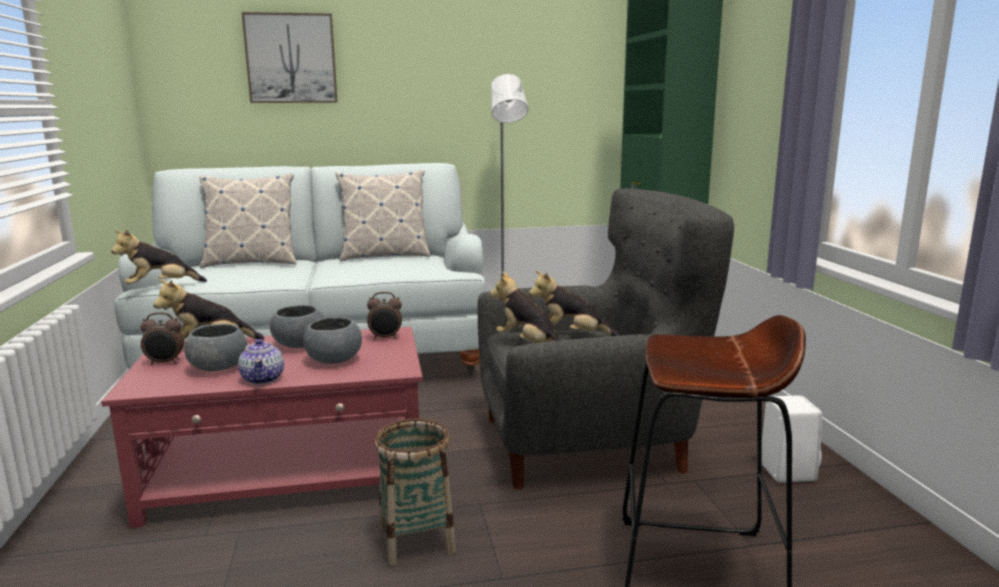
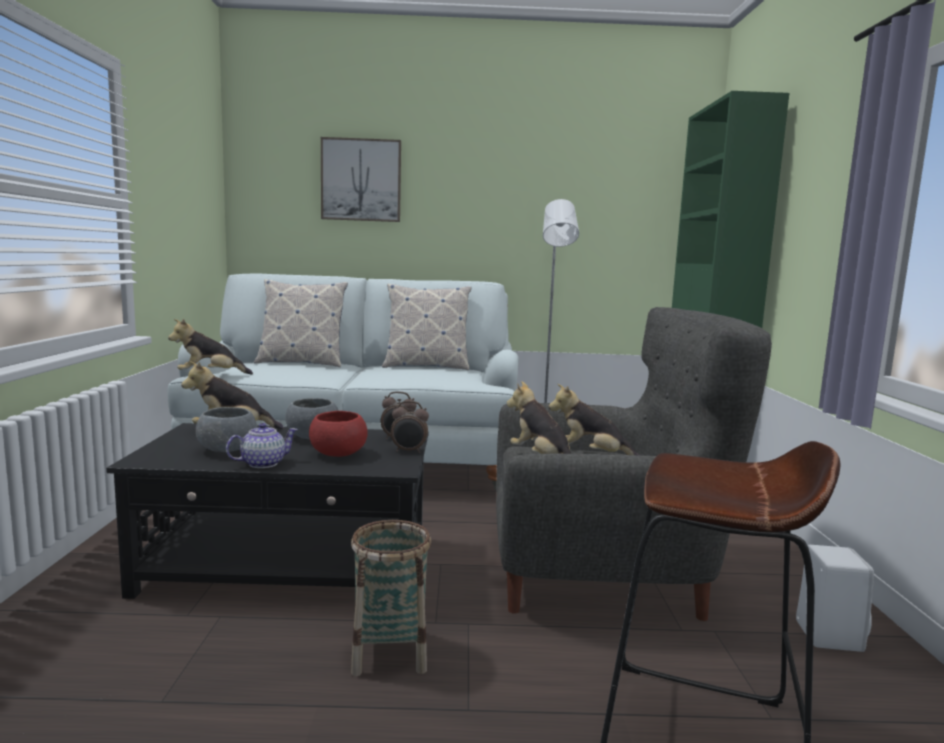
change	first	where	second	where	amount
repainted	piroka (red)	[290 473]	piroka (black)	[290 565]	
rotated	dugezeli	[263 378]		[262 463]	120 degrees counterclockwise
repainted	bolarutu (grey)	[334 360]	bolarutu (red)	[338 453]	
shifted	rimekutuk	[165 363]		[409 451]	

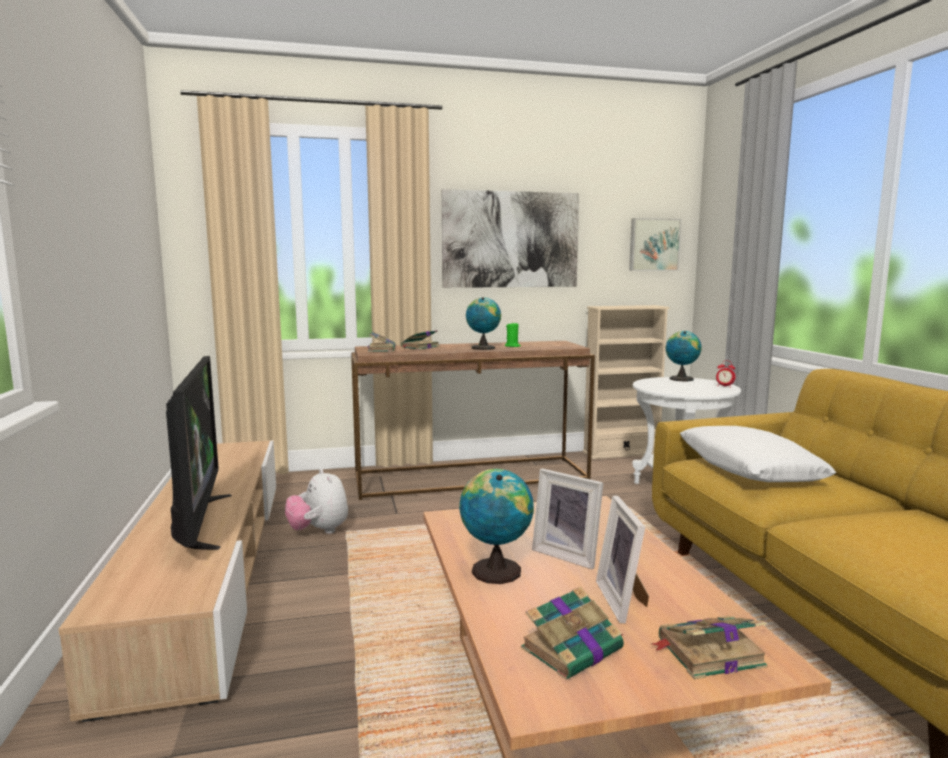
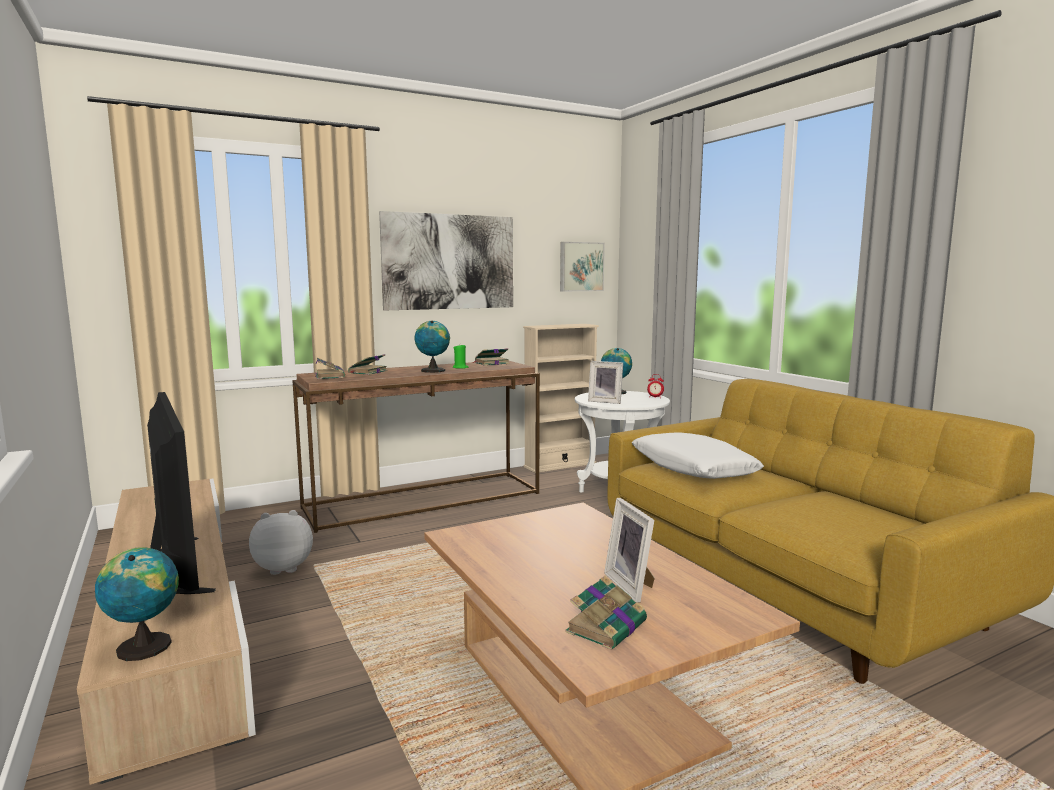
change	first	where	second	where	amount
shifted	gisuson	[495 569]		[144 645]	
rotated	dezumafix	[319 531]		[284 568]	120 degrees clockwise
shifted	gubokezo	[708 653]		[491 363]	
shifted	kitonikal	[568 554]		[605 401]	

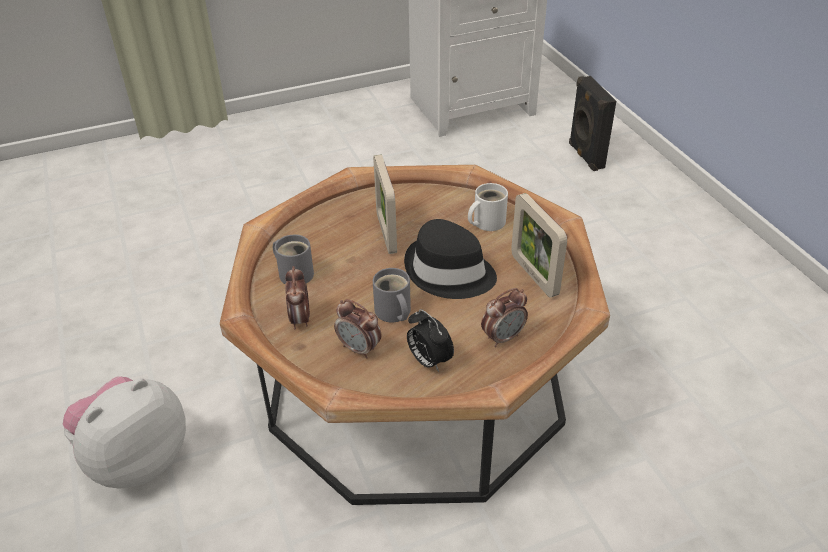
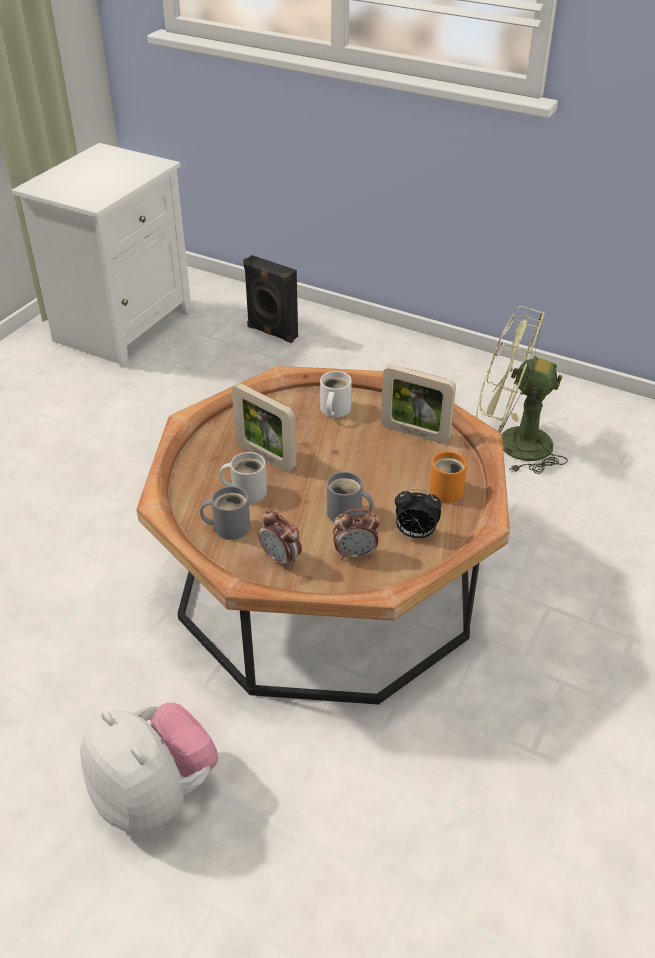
change	first	where	second	where	amount
rotated	dezumafix	[136 459]		[155 795]	135 degrees clockwise
new			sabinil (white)	[246 491]	
swapped	rimekutuk	[503 337]	sabinil (orange)	[445 489]	
new			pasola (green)	[512 444]	
gone	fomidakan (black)	[449 273]			

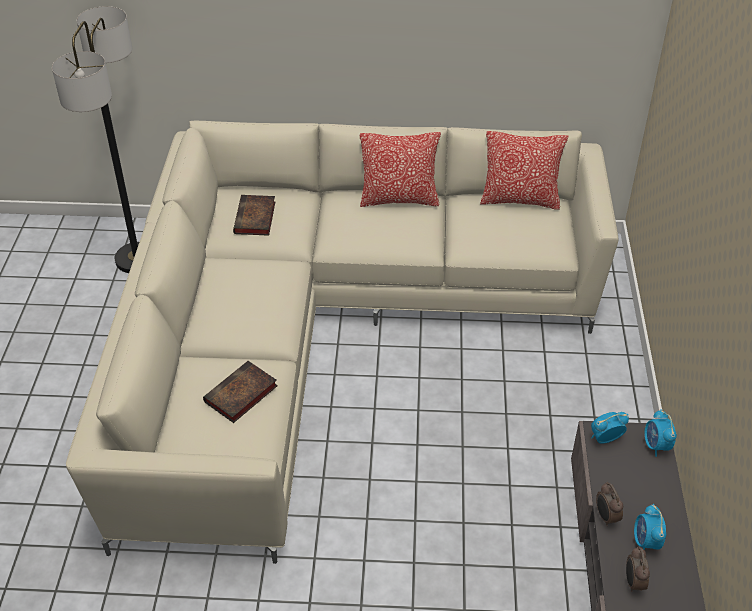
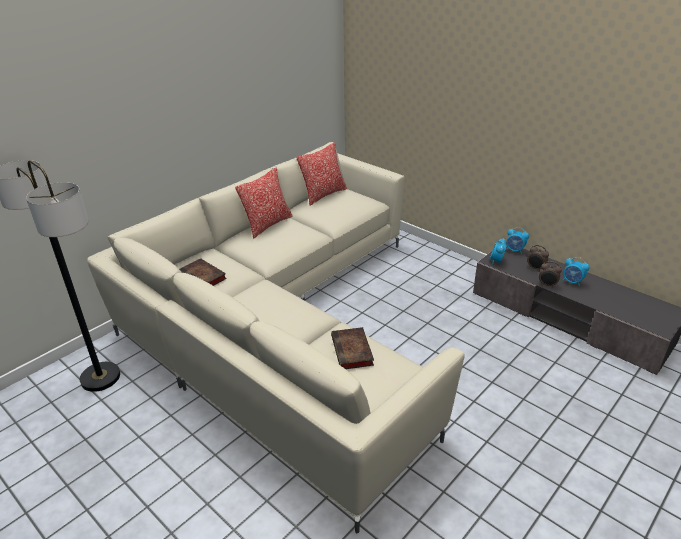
change	first	where	second	where	amount
shifted	rimekutuk	[633 582]		[535 268]	

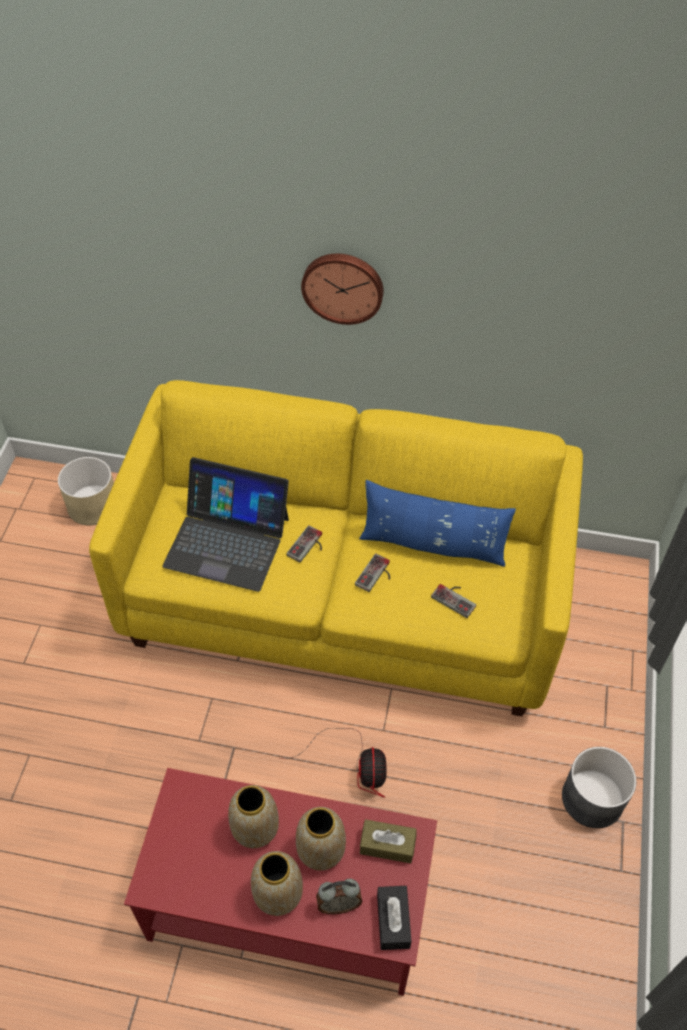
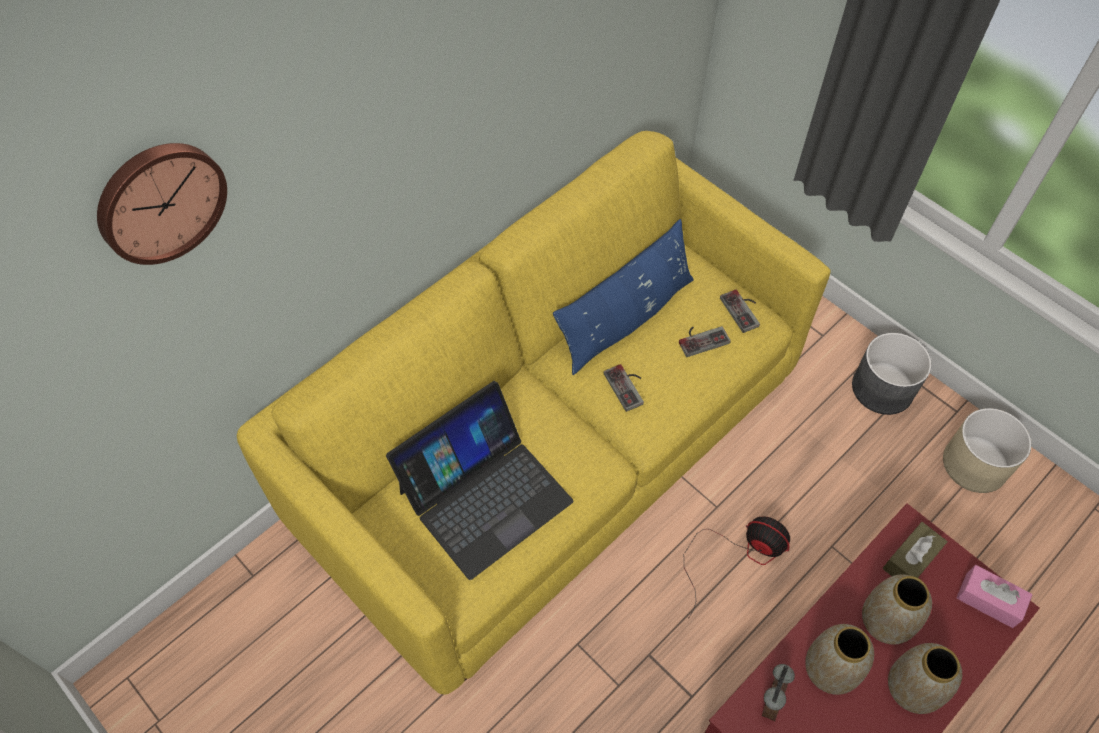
change	first	where	second	where	amount
shifted	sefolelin	[343 286]		[159 200]	
shifted	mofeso	[308 547]		[744 310]	
shifted	rimekutuk	[338 904]		[770 699]	
shifted	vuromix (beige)	[93 505]		[975 464]	
repainted	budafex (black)	[393 921]	budafex (pink)	[989 600]	

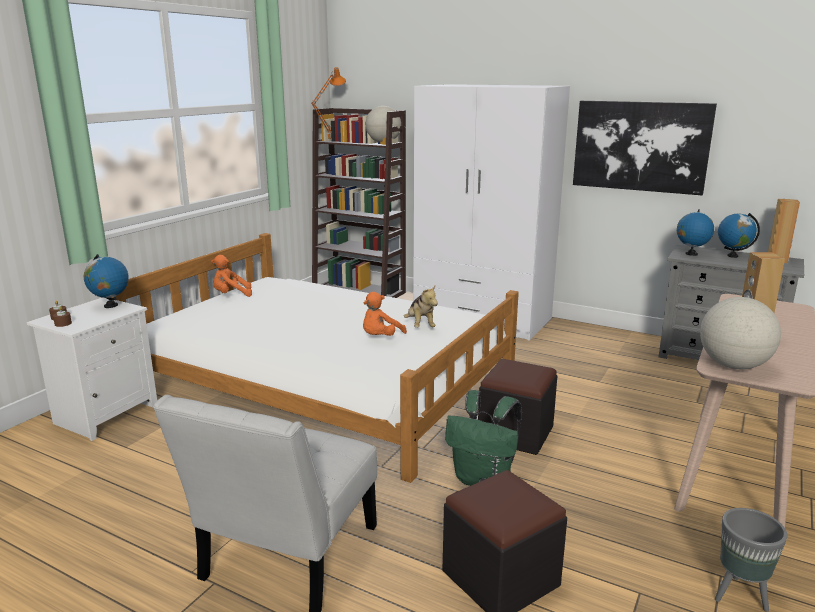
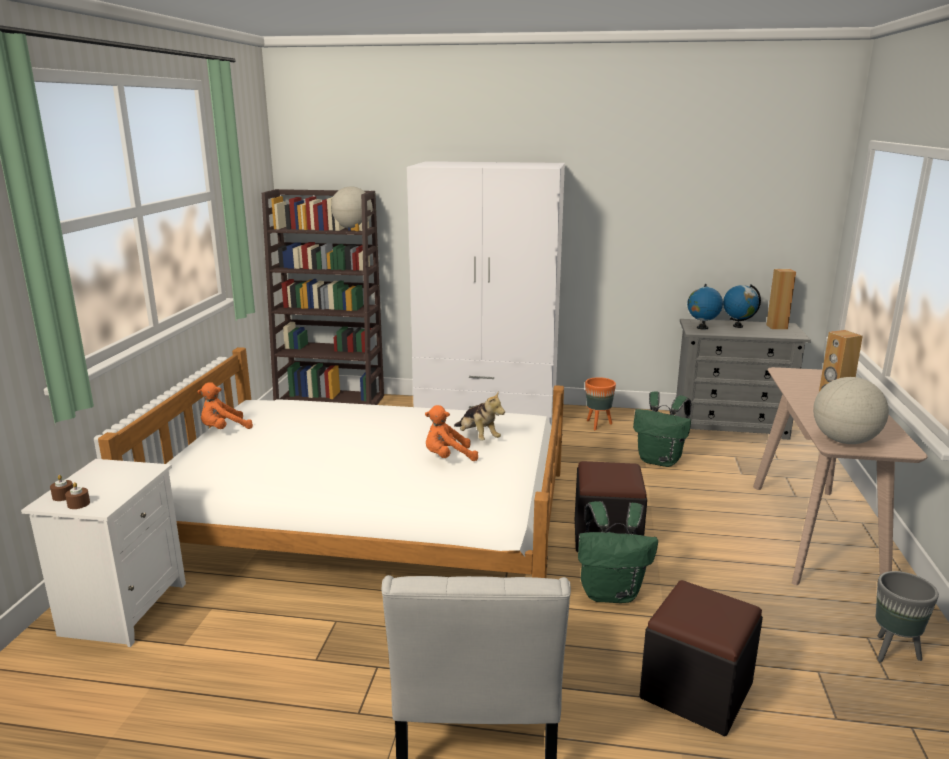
change	first	where	second	where	amount
rotated	dezumafix (orange)	[380 337]		[448 458]	60 degrees clockwise
new			vuromix (orange)	[597 425]	
new			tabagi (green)	[660 461]	
gone	gisuson	[110 306]			
gone	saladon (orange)	[328 141]			
gone	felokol	[640 146]			

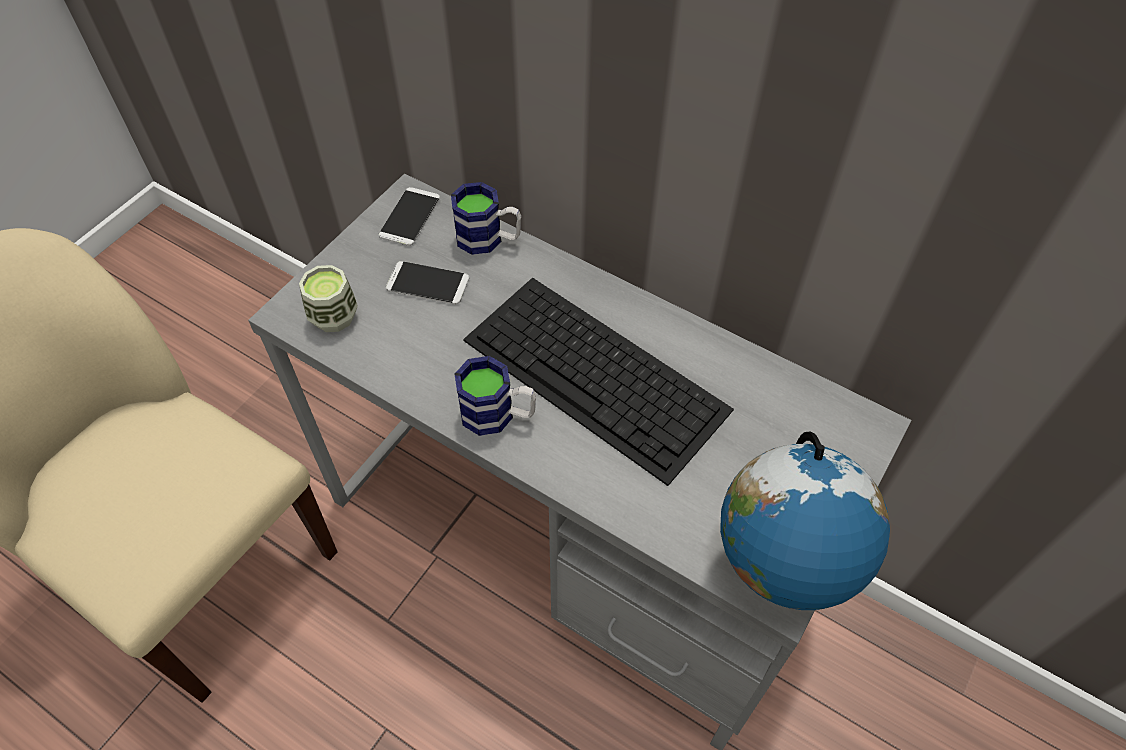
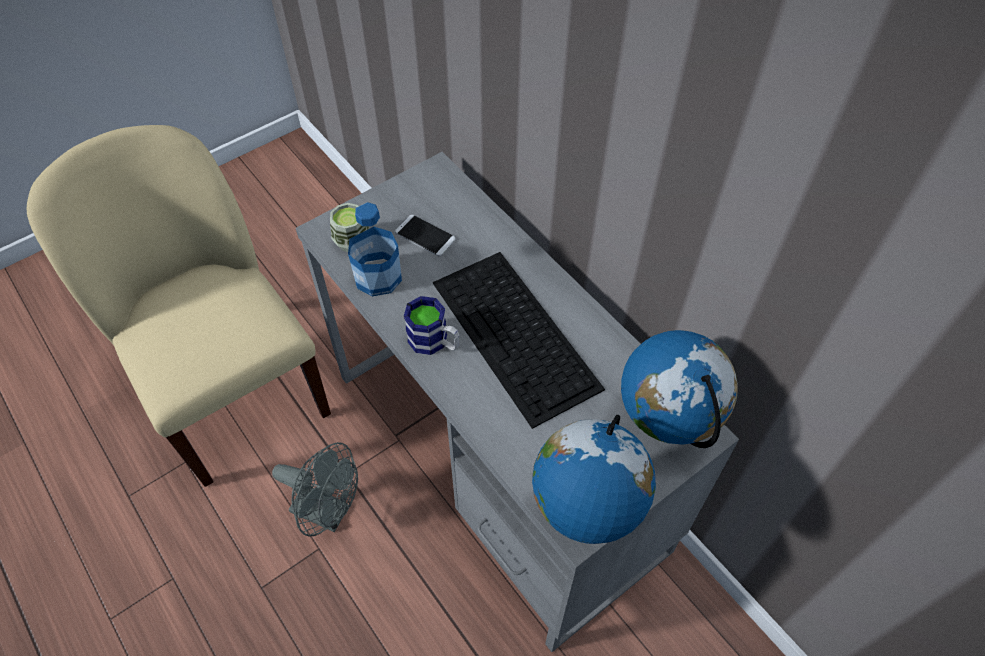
change	first	where	second	where	amount
new			pasola (grey)	[328 512]	
new			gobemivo	[378 277]	
new			gisuson	[664 426]	
gone	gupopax	[410 217]			
gone	sabinil	[489 239]			

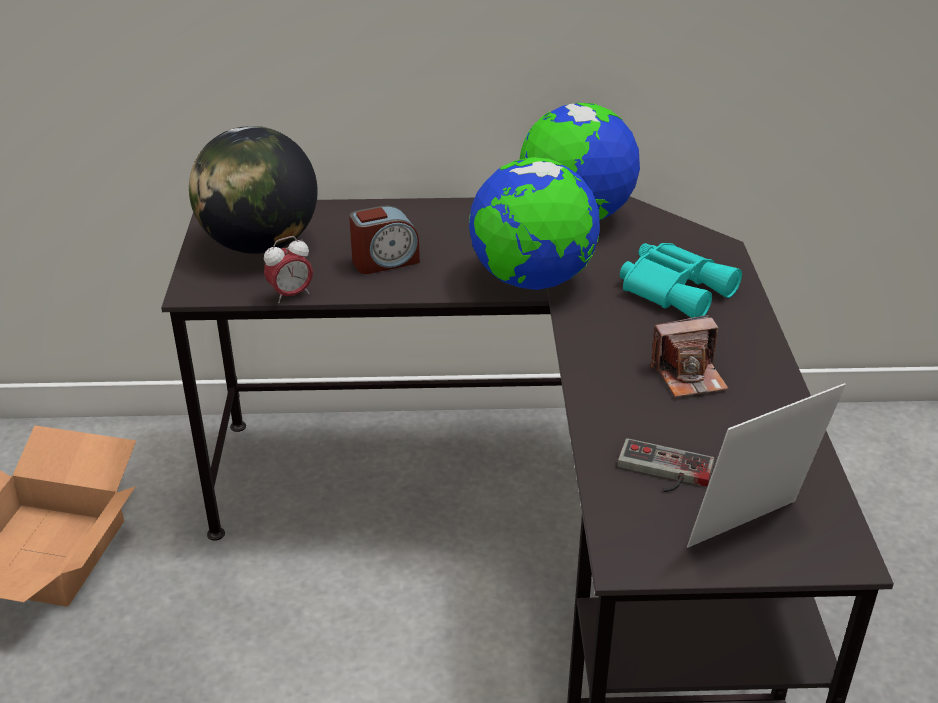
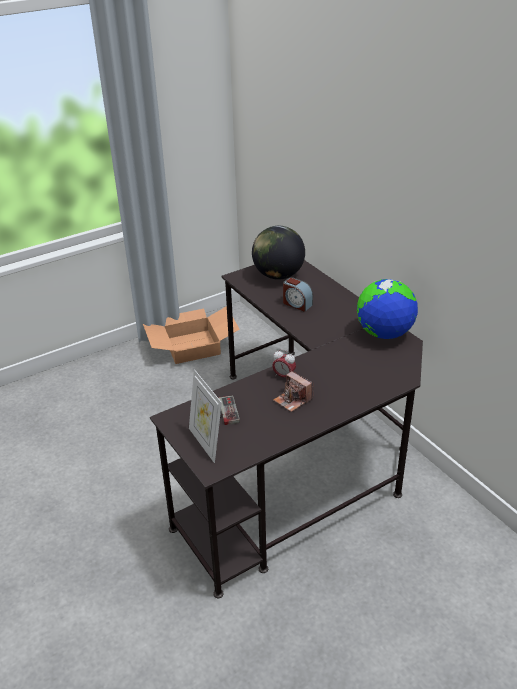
change	first	where	second	where	amount
rotated	kitonikal	[751 532]		[206 443]	150 degrees counterclockwise
shifted	rimekutuk	[291 295]		[284 376]	
gone	gisuson	[532 280]			
gone	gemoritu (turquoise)	[676 288]			

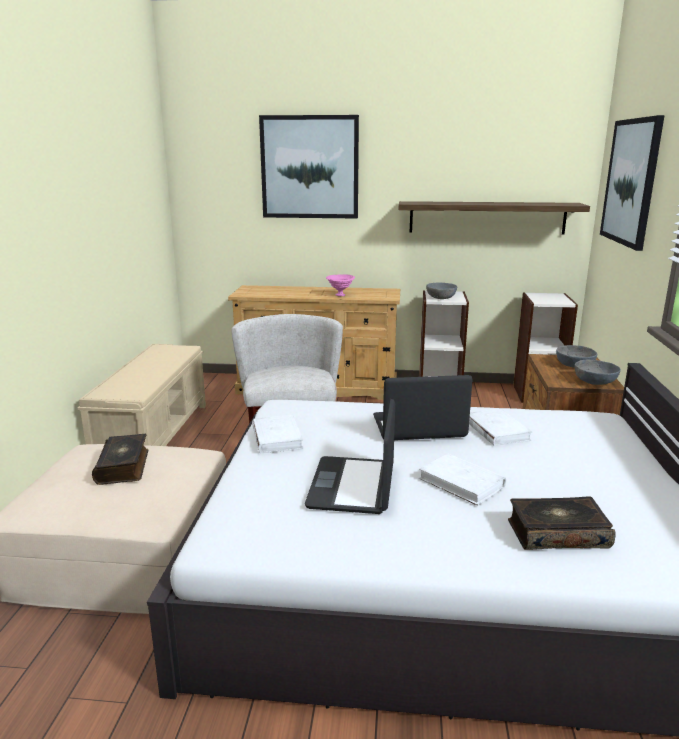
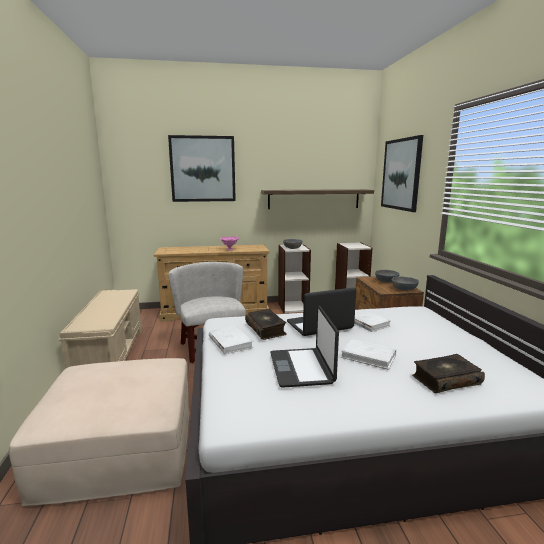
change	first	where	second	where	amount
shifted	gubokezo	[124 466]		[266 329]	

